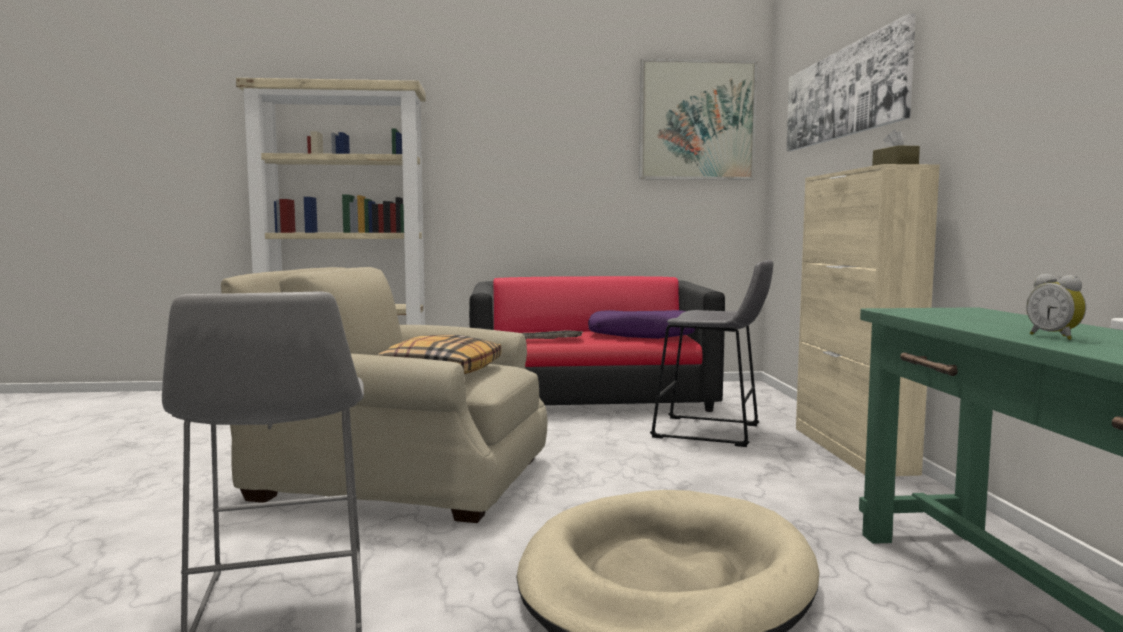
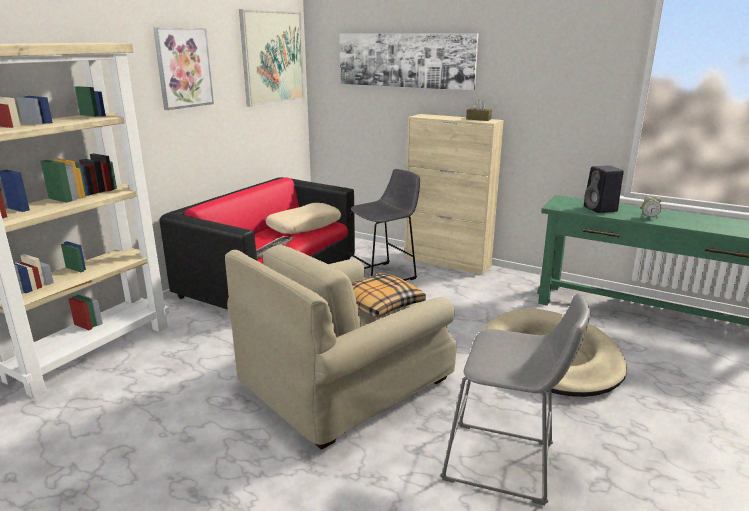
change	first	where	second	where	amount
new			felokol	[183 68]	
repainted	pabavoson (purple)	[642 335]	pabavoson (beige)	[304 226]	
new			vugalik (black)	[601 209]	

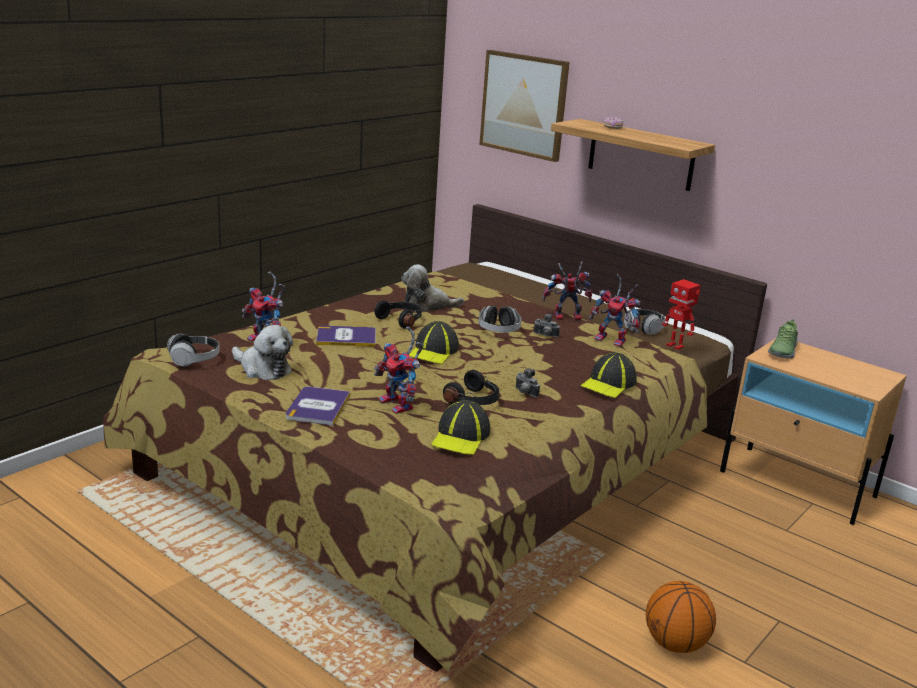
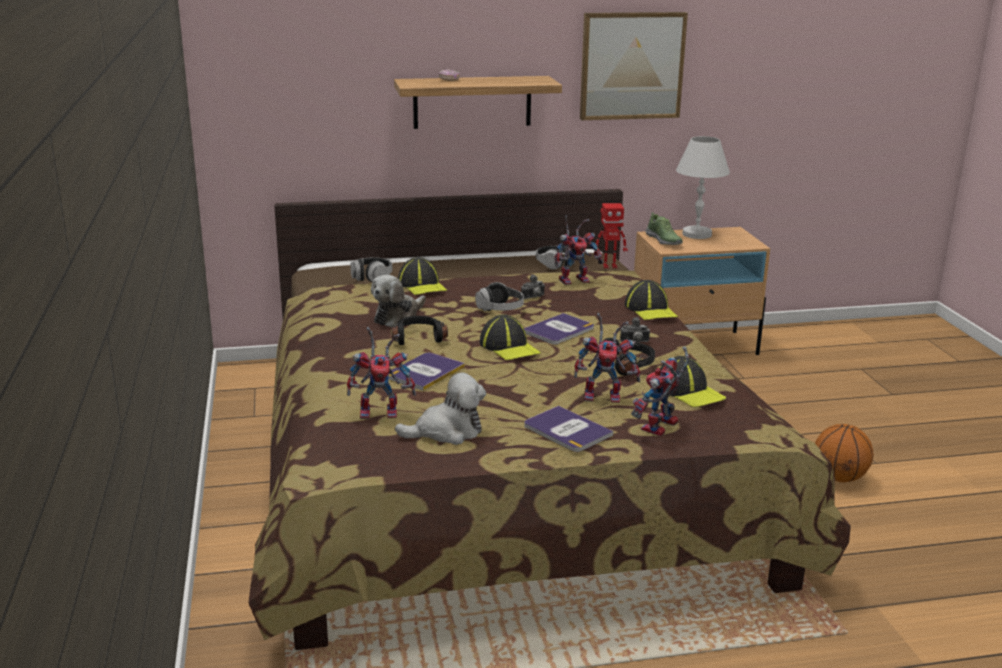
change	first	where	second	where	amount
shifted	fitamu	[194 360]		[371 278]	
new			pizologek	[422 285]	
new			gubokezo	[559 330]	
shifted	felokol	[524 105]		[631 65]	
shifted	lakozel	[565 318]		[660 428]	
new			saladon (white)	[696 234]	

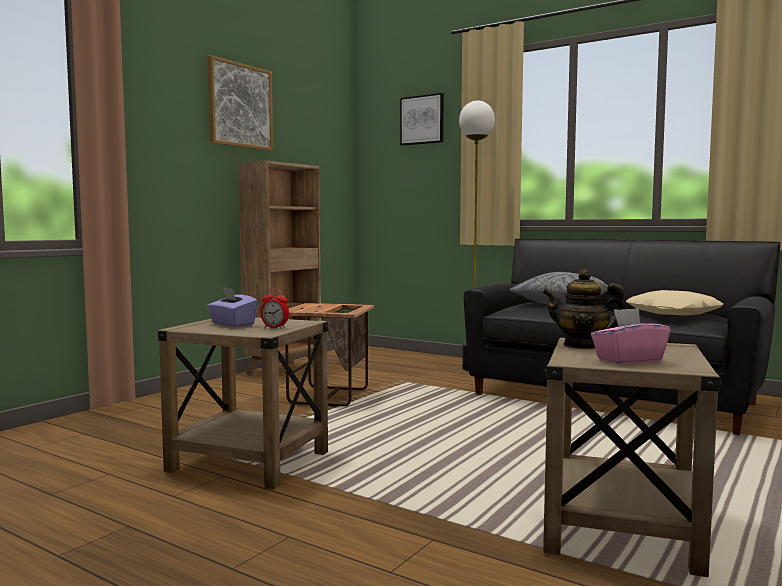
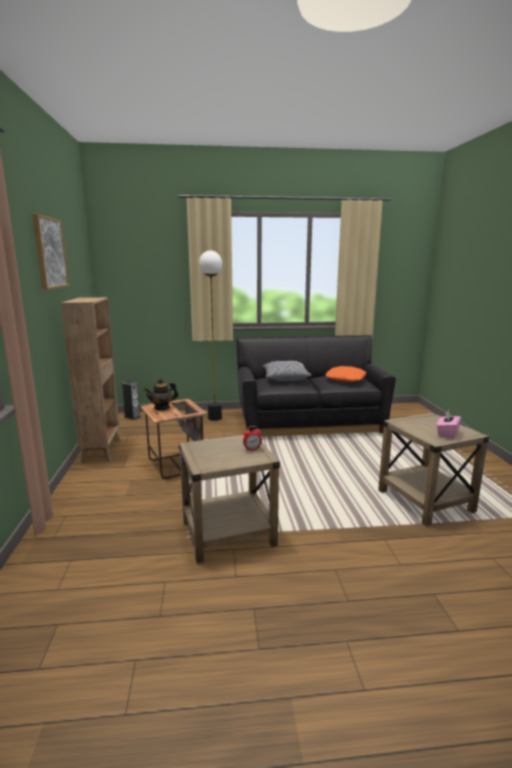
change	first	where	second	where	amount
new			vugalik	[132 417]	
shifted	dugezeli	[583 345]		[162 408]	
repainted	pabavoson (beige)	[674 313]	pabavoson (orange)	[346 379]	
gone	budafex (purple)	[232 324]			
gone	felokol	[422 120]			

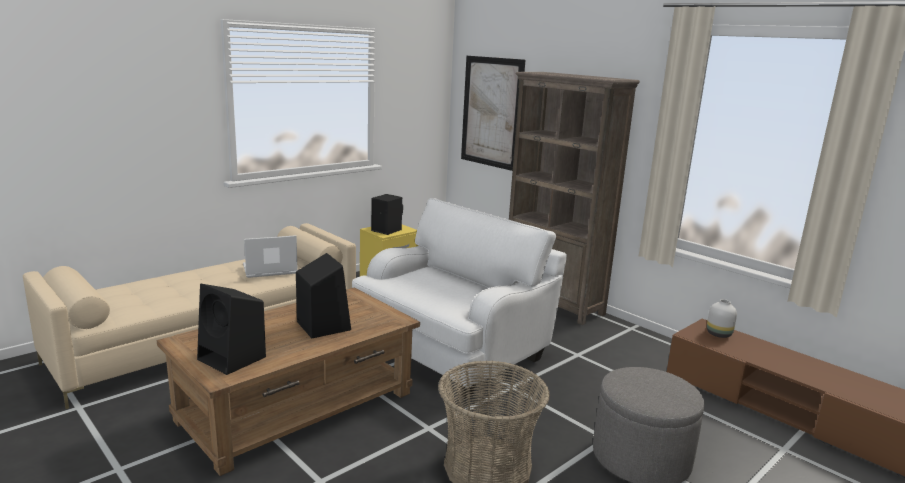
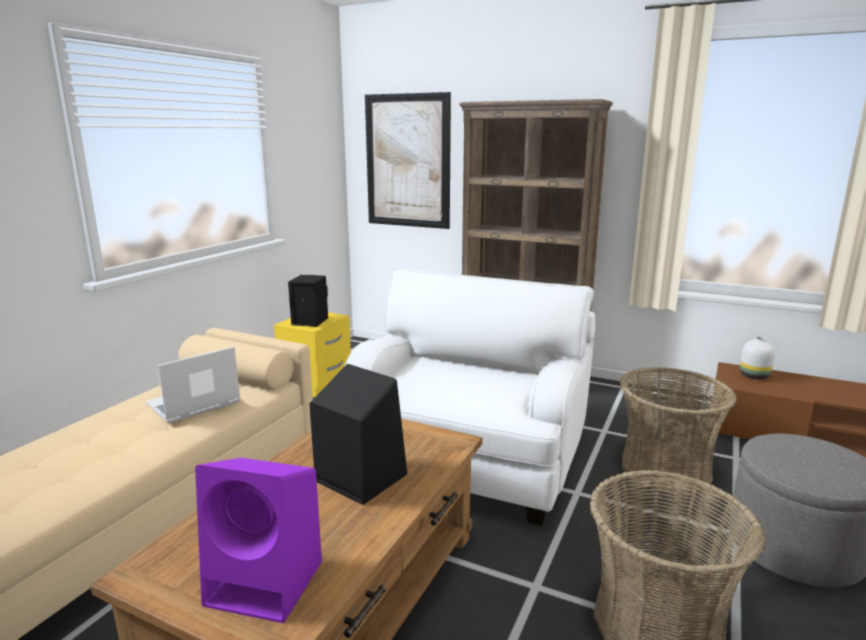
change	first	where	second	where	amount
repainted	vugalik (black)	[233 358]	vugalik (purple)	[268 583]	
new			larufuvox	[665 469]	

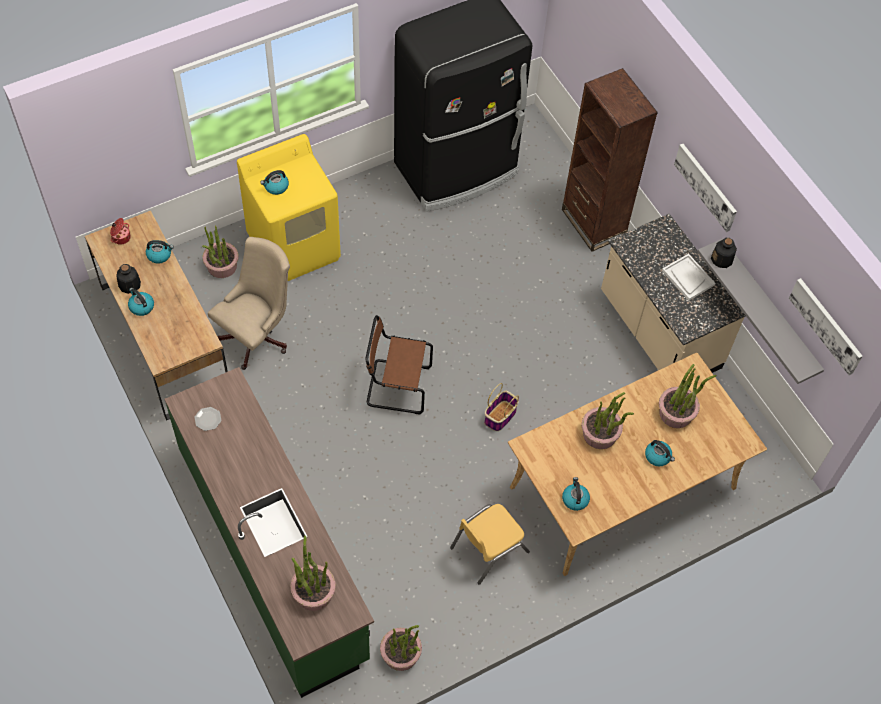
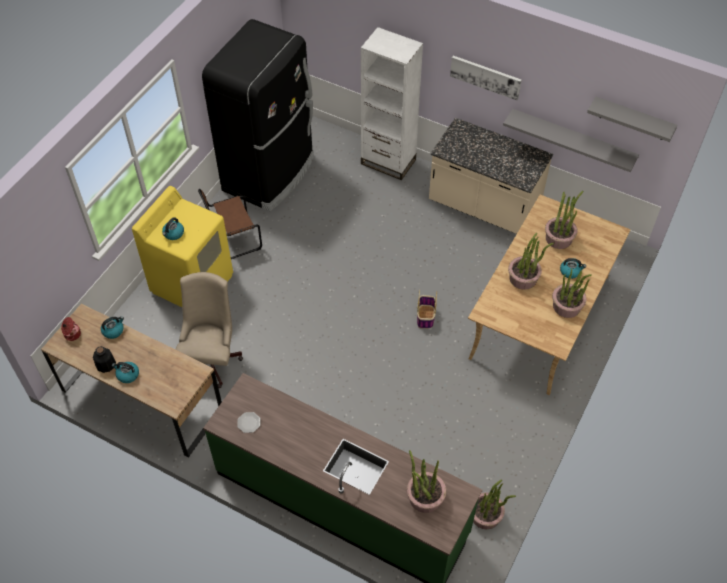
change	first	where	second	where	amount
shifted	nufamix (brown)	[396 386]		[232 241]	
repainted	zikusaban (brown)	[593 223]	zikusaban (white)	[388 162]	
shifted	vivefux	[222 266]		[567 306]	
swapped	felokol	[826 325]	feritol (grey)	[633 119]	
gone	nufamix (yellow)	[488 549]			
gone	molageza	[575 499]			
gone	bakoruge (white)	[687 278]			
gone	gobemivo	[722 259]			

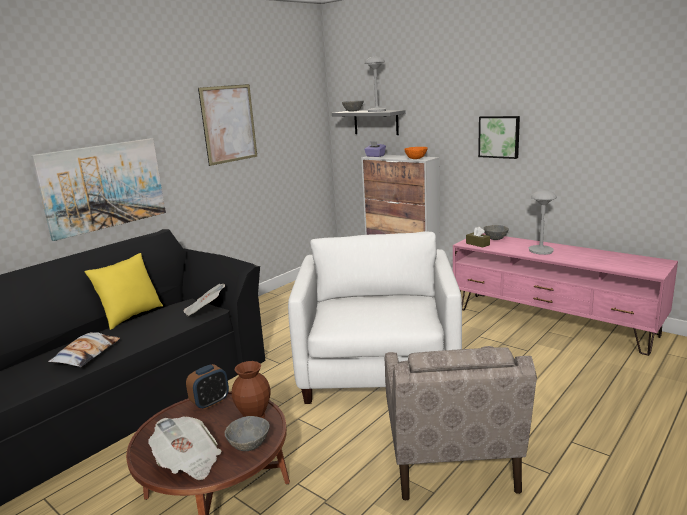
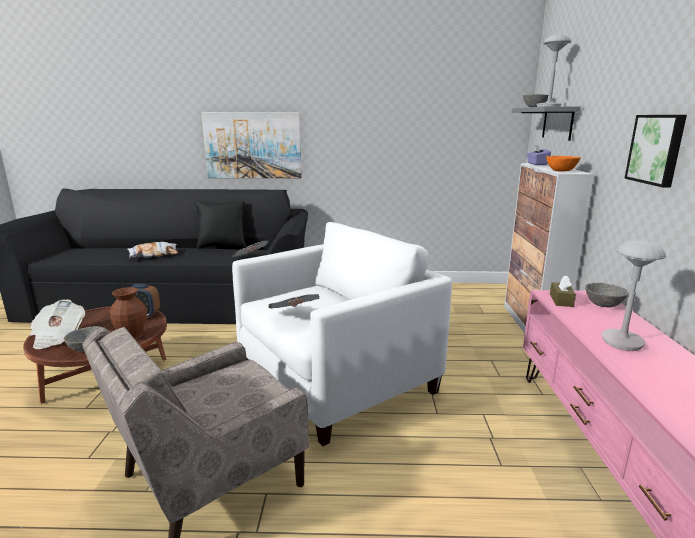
change	first	where	second	where	amount
repainted	pabavoson (yellow)	[131 316]	pabavoson (black)	[222 246]	
new			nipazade	[294 315]	
gone	felokol	[229 124]			

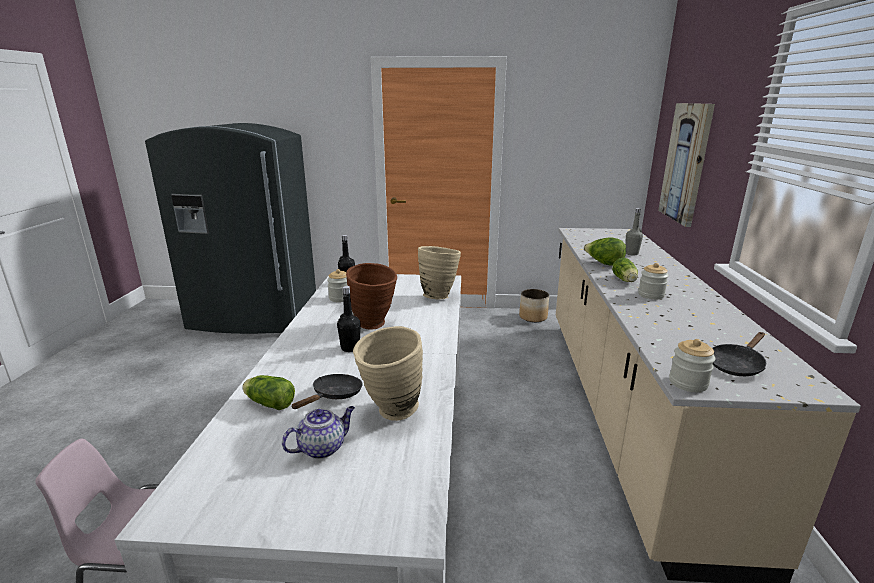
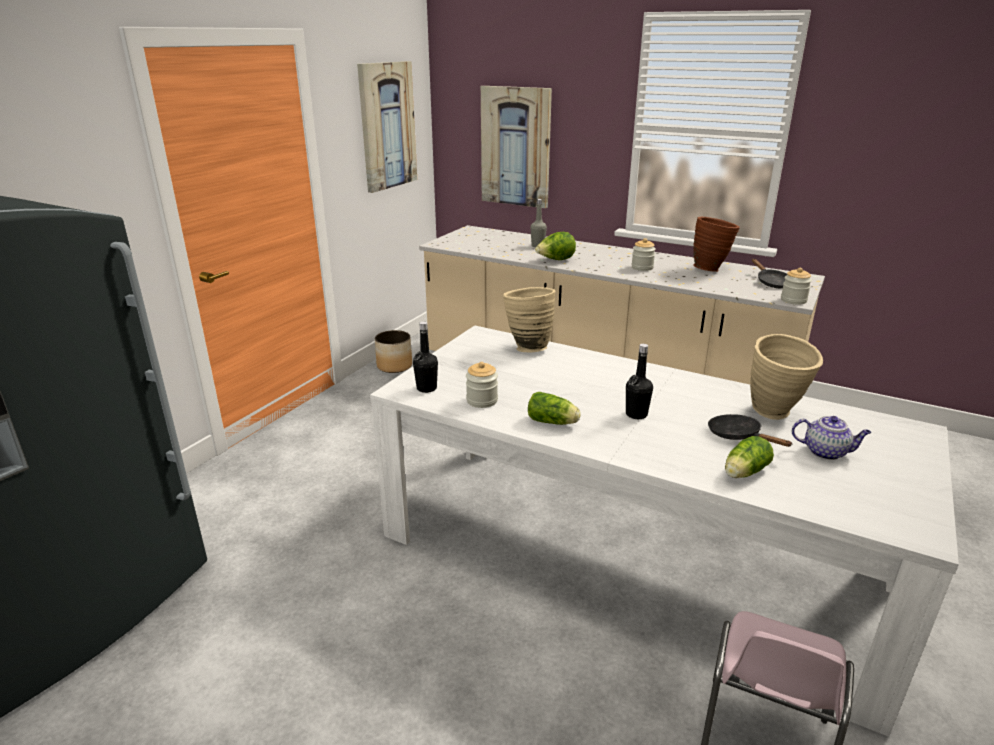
change	first	where	second	where	amount
new			felokol	[387 126]	
shifted	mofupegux	[625 280]		[553 422]	
shifted	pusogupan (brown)	[374 326]		[711 269]	
rotated	dugezeli	[323 447]		[826 452]	120 degrees clockwise

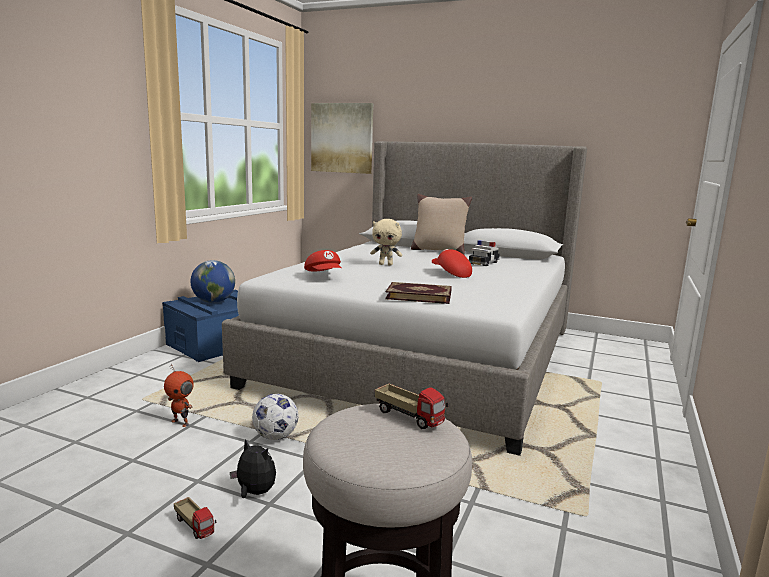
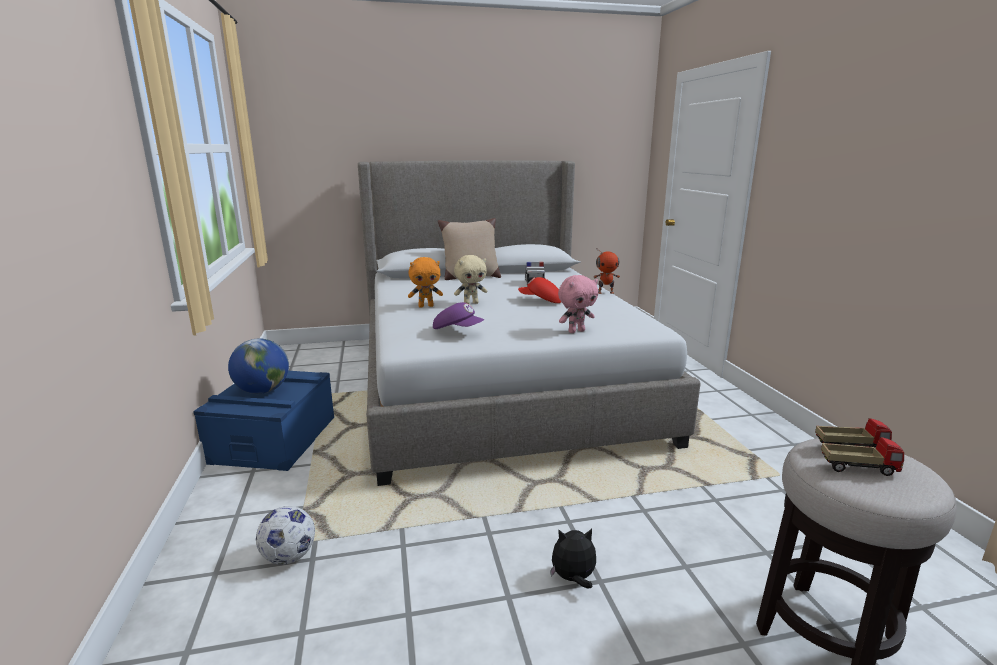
change	first	where	second	where	amount
shifted	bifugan	[275 436]		[289 556]	
new			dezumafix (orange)	[426 306]	
repainted	pizologek (red)	[324 275]	pizologek (purple)	[458 330]	
swapped	gubokezo	[419 295]	dezumafix (pink)	[576 331]	
shifted	lakozel	[181 422]		[605 292]	
shifted	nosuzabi	[195 526]		[858 468]	
gone	felokol	[342 138]			

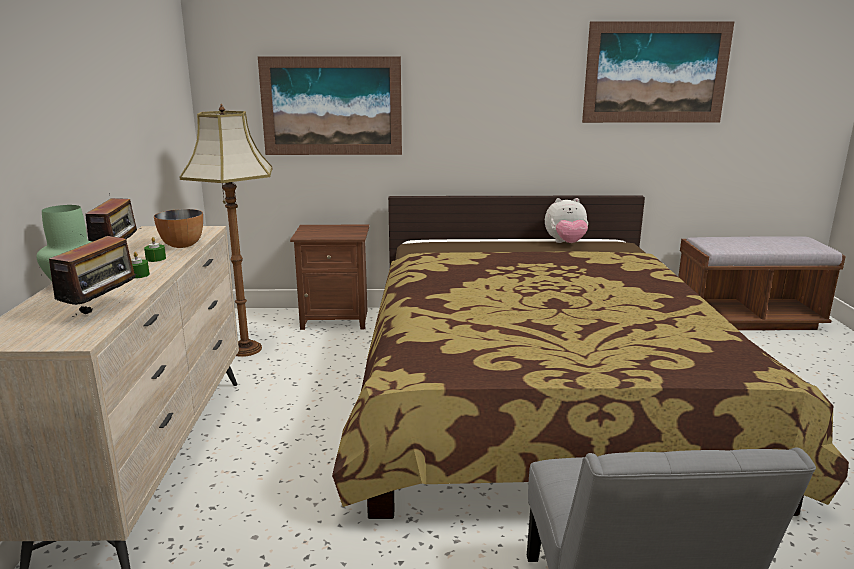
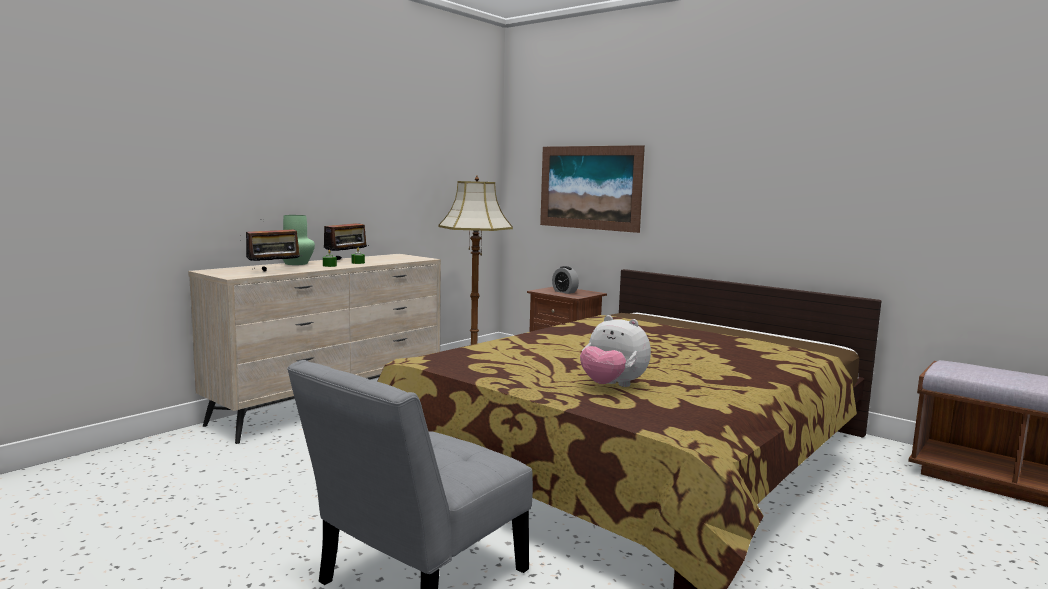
change	first	where	second	where	amount
new			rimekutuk	[564 292]	
shifted	dezumafix	[565 243]		[612 386]	
gone	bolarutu	[182 245]			
gone	felokol	[655 73]			

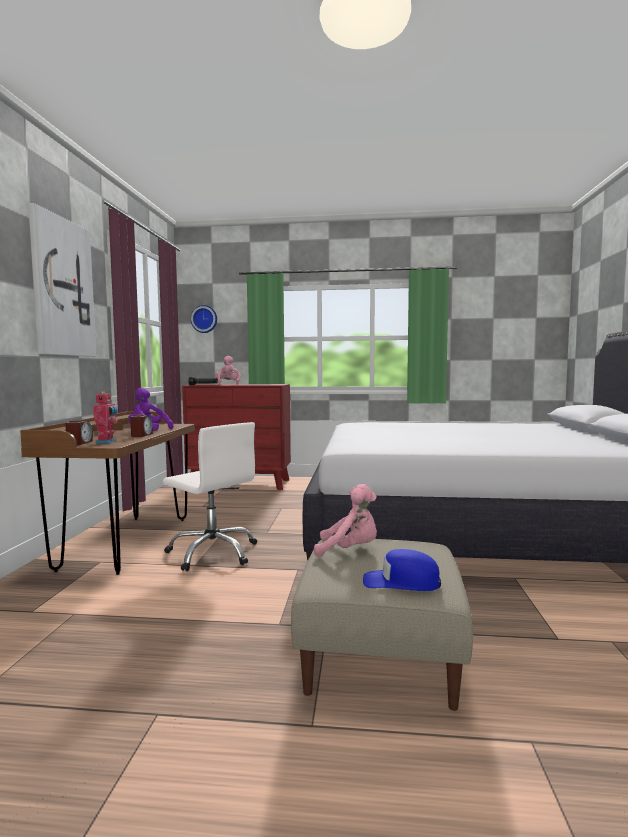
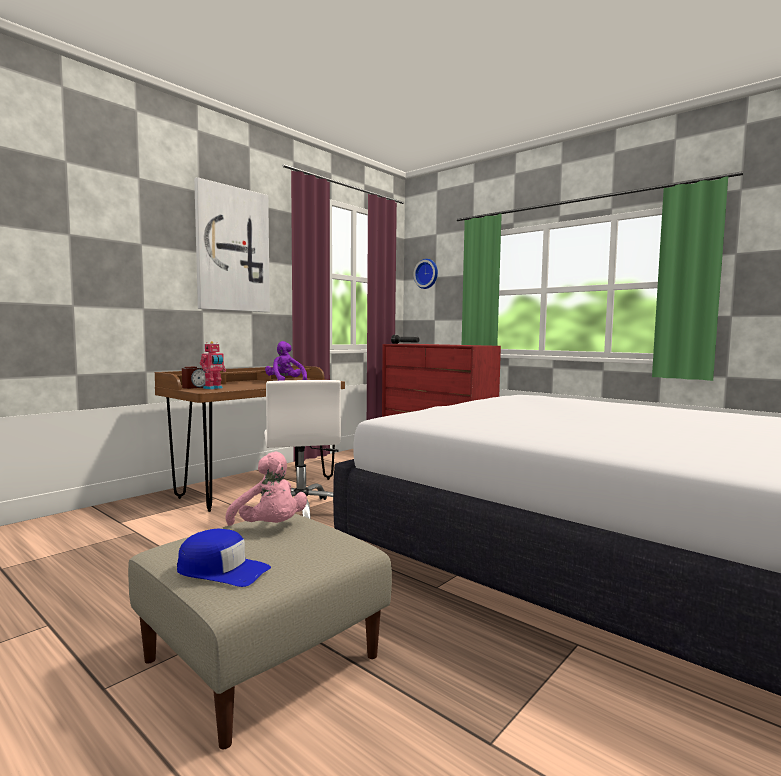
change	first	where	second	where	amount
rotated	pizologek (blue)	[401 582]		[222 570]	150 degrees clockwise
gone	rimekutuk	[141 435]			
gone	dezumafix (pink)	[228 384]			

